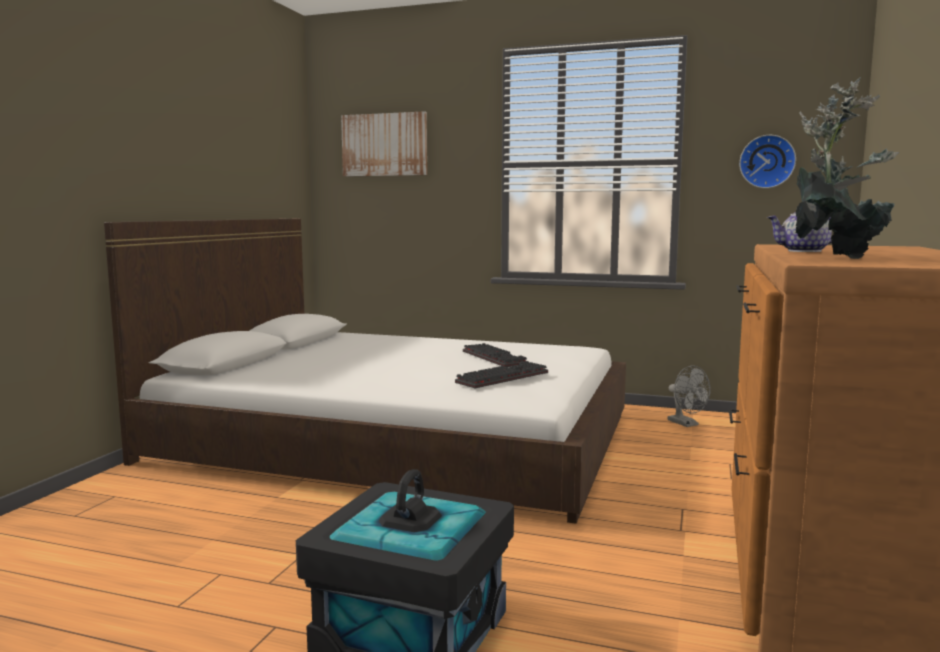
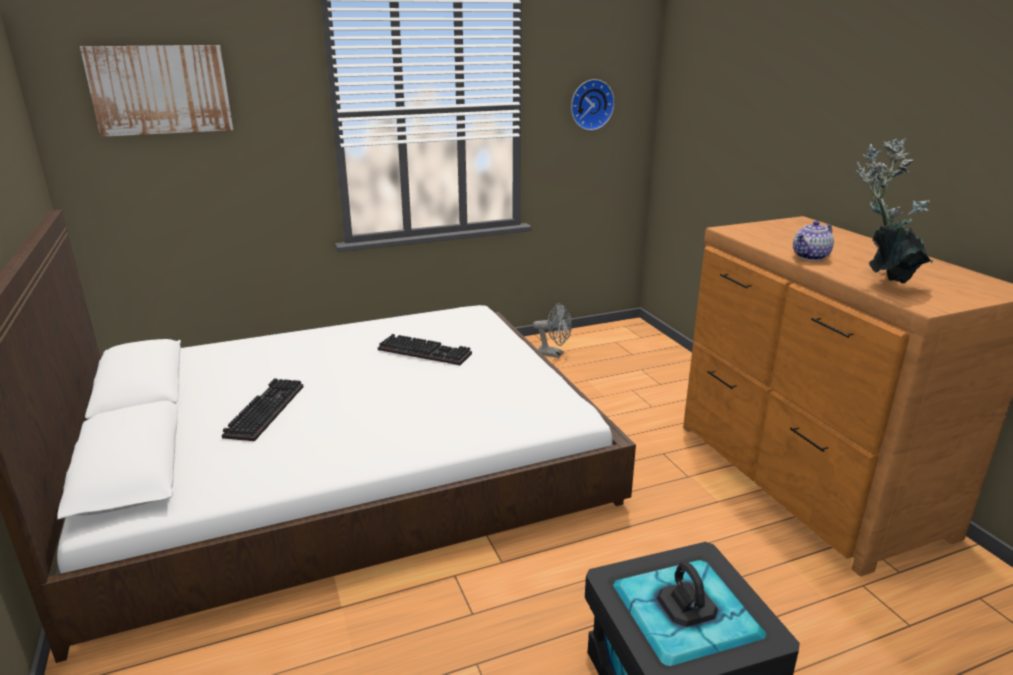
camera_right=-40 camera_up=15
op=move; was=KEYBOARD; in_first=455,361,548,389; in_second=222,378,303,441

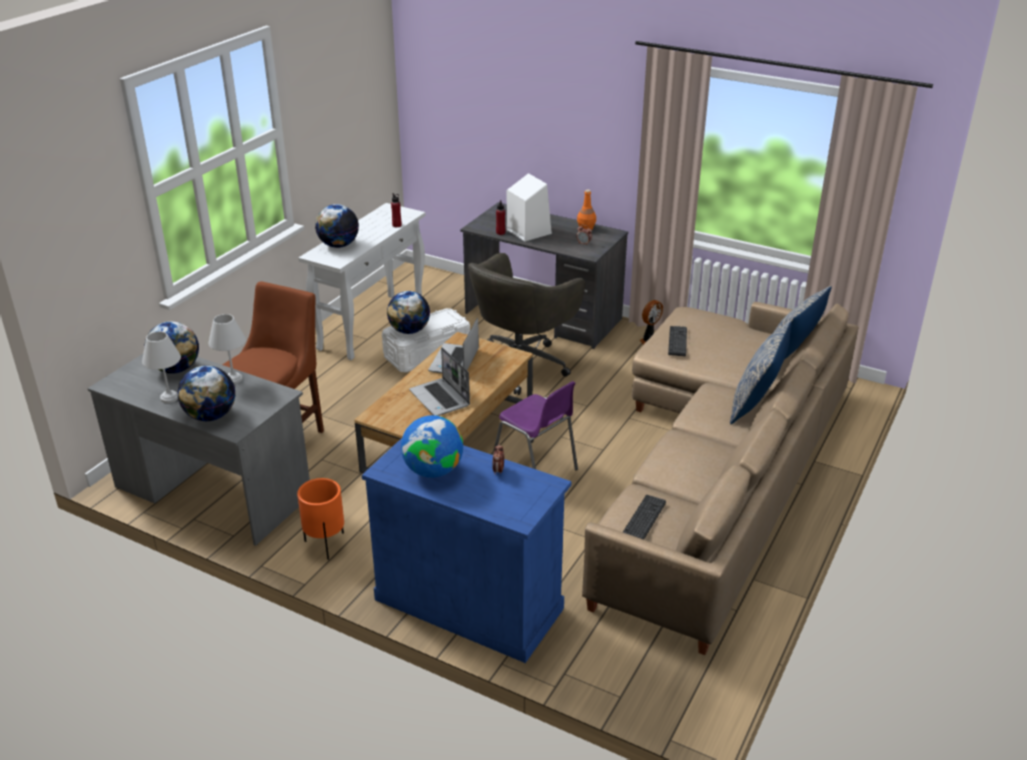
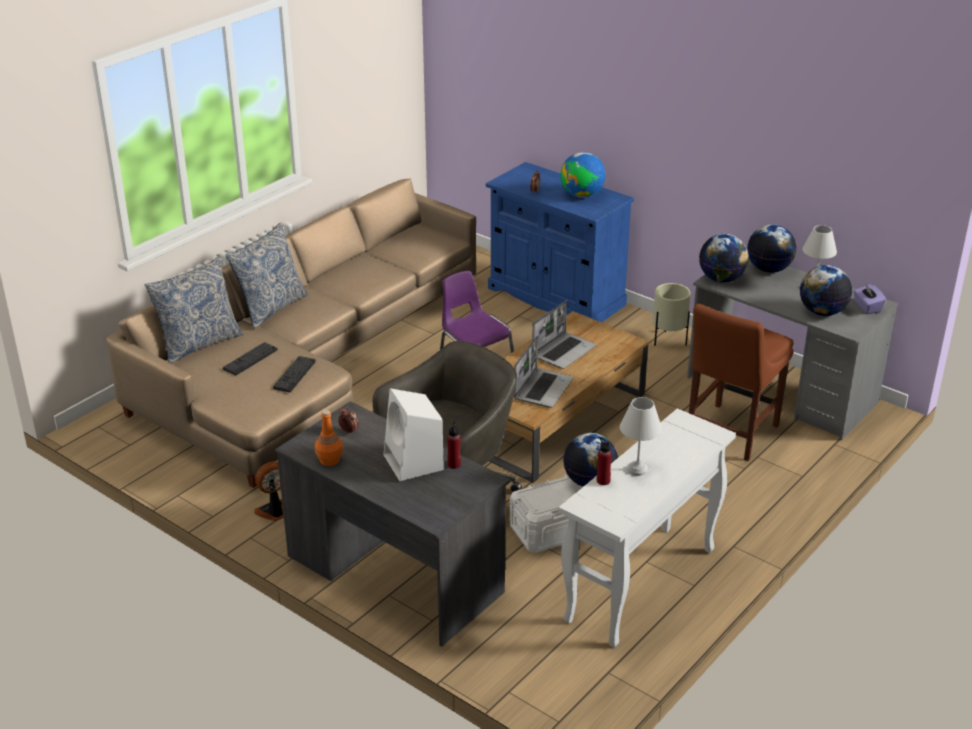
camera_right=-170 camera_up=0
op=move; was=GLOBE; in_first=315,204,359,248; in_second=699,234,749,283
op=move; was=WHITE TABLE LAMP; in_first=208,314,246,384; in_second=620,397,662,476
op=rotate; was=LAPTOP; in_first=409,347,470,416; in_second=532,301,596,369; clockwise=60
op=recolor; was=ORANGE PLANTER; now=BEIGE PLANTER; in_first=297,478,344,560; in_second=653,283,691,346
op=move; was=KEYBOARD; in_first=623,495,666,540; in_second=223,342,278,375
op=insert; now=PURPLE TISSUE BOX; in_second=853,283,886,314

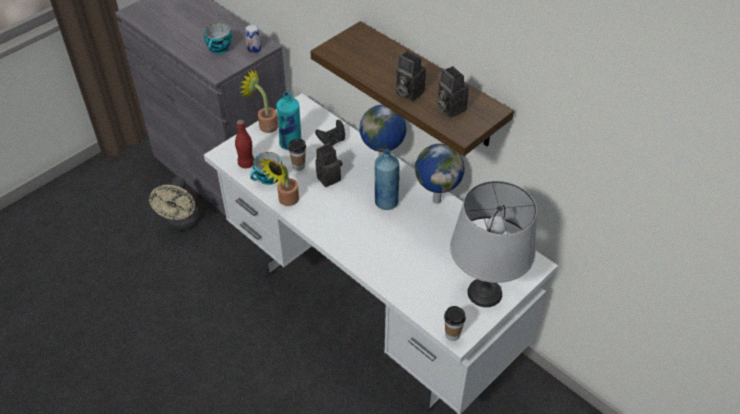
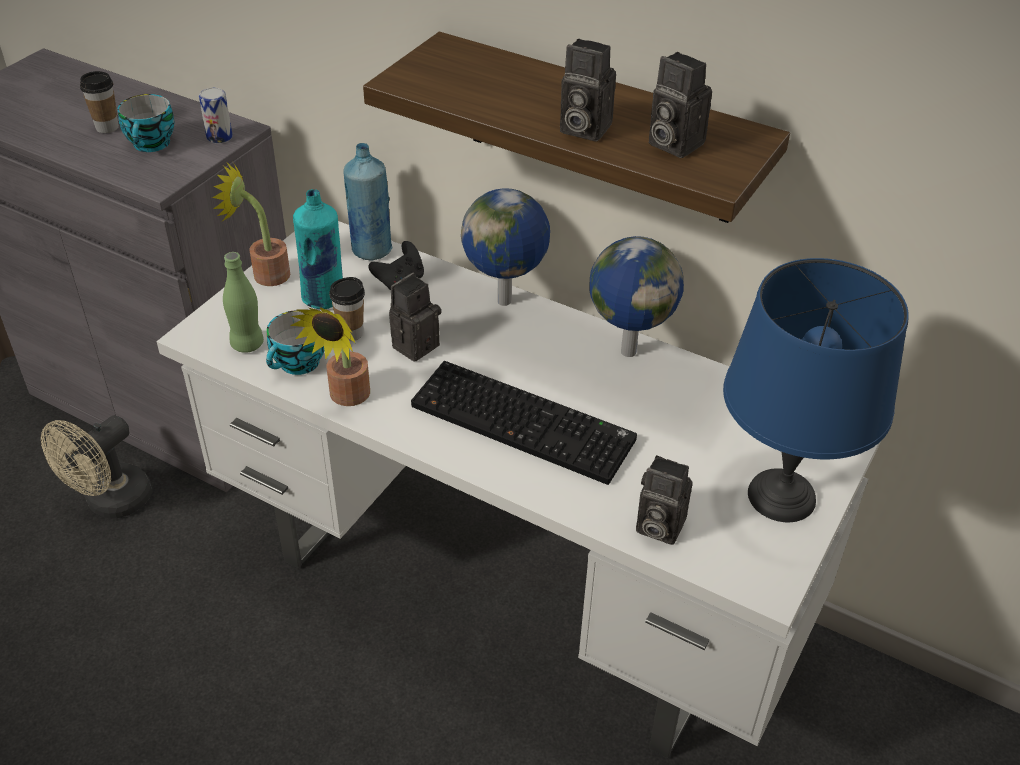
camera_right=-15 camera_up=-5
op=recolor; was=RED BOTTLE; now=GREEN BOTTLE; in_first=235,120,254,168; in_second=223,252,264,353
op=move; was=BLUE BOTTLE; in_first=375,149,400,210; in_second=343,143,393,260
op=rotate; was=BEIGE FAN; in_first=149,177,200,231; in_second=41,415,152,519; clockwise=45
op=recolor; was=GREY TABLE LAMP; now=BLUE TABLE LAMP; in_first=450,181,537,307; in_second=723,258,909,522
op=move; was=CUP; in_first=444,306,466,341; in_second=80,71,119,133
op=insert; now=KEYBOARD; in_second=411,361,637,485
op=insert; now=PHOTO CAMERA; in_second=636,455,693,545

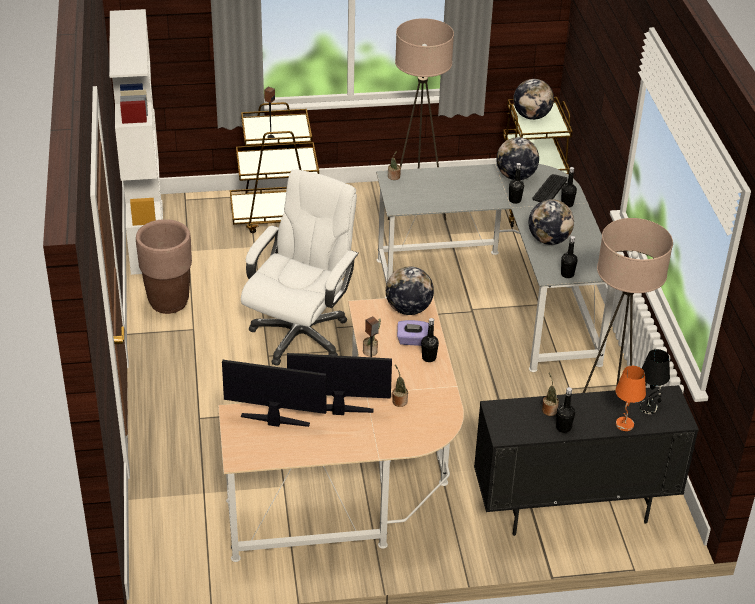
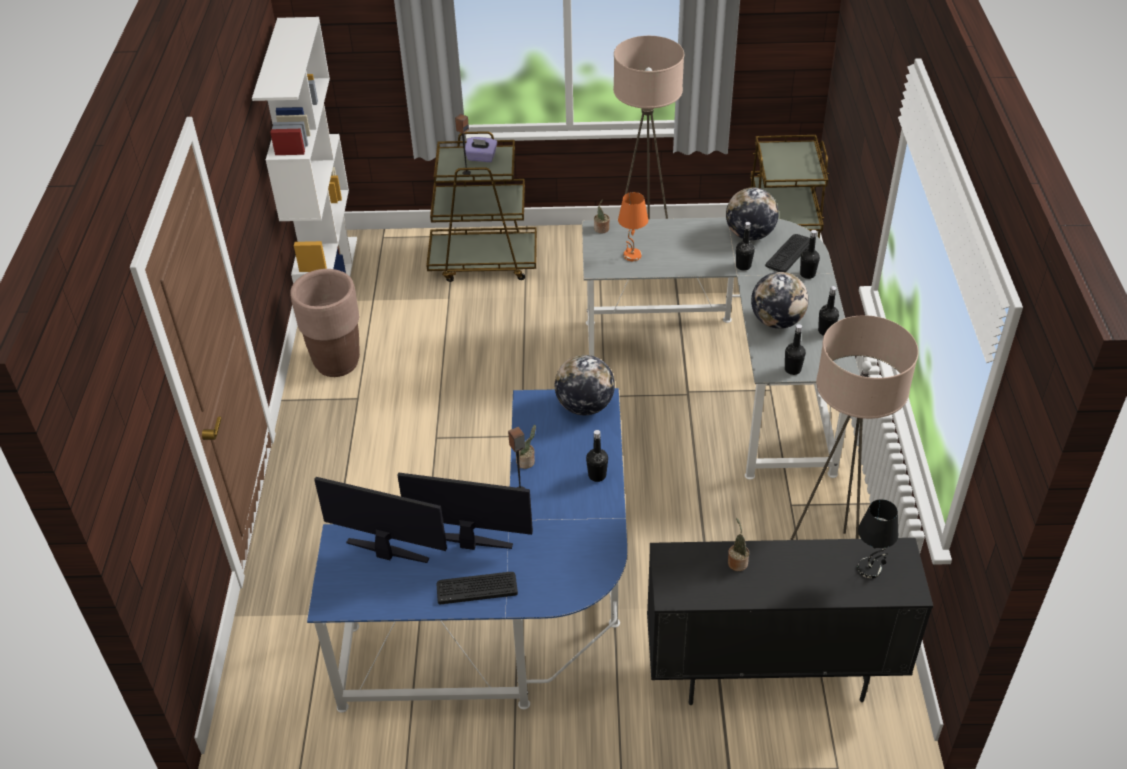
camera_right=10 camera_up=5
op=delete; was=GLOBE; in_first=513,79,554,120
op=delete; was=WHITE OFFICE CHAIR; in_first=241,169,359,366
op=recolor; was=BEIGE DESK; now=BLUE DESK; in_first=218,297,464,562; in_second=307,388,627,713
op=move; was=PURPLE TISSUE BOX; in_first=397,320,429,346; in_second=465,137,497,162
op=delete; was=POTTED PLANT; in_first=392,365,408,407
op=move; was=ORANGE TABLE LAMP; in_first=615,366,646,431; in_second=618,192,648,261
op=move; was=BLACK BOTTLE; in_first=556,387,575,433; in_second=818,286,839,336
op=insert; now=KEYBOARD; in_second=437,572,518,604

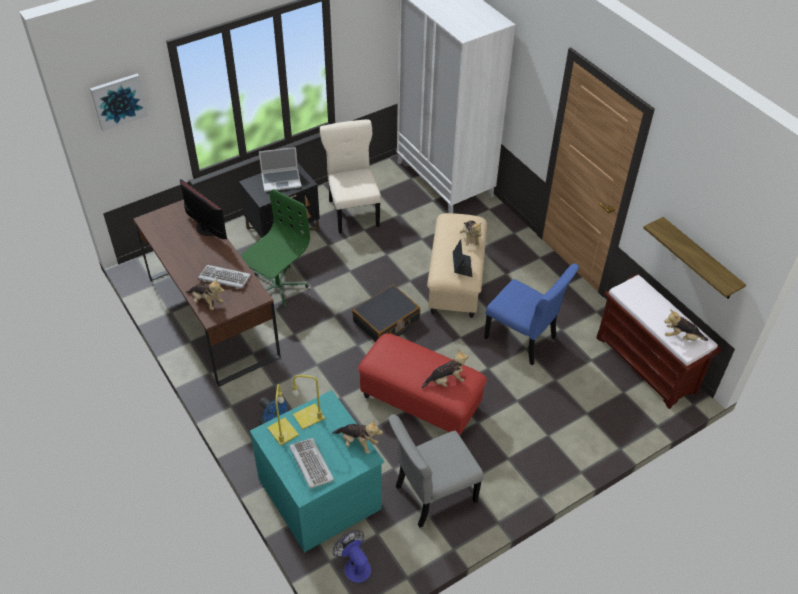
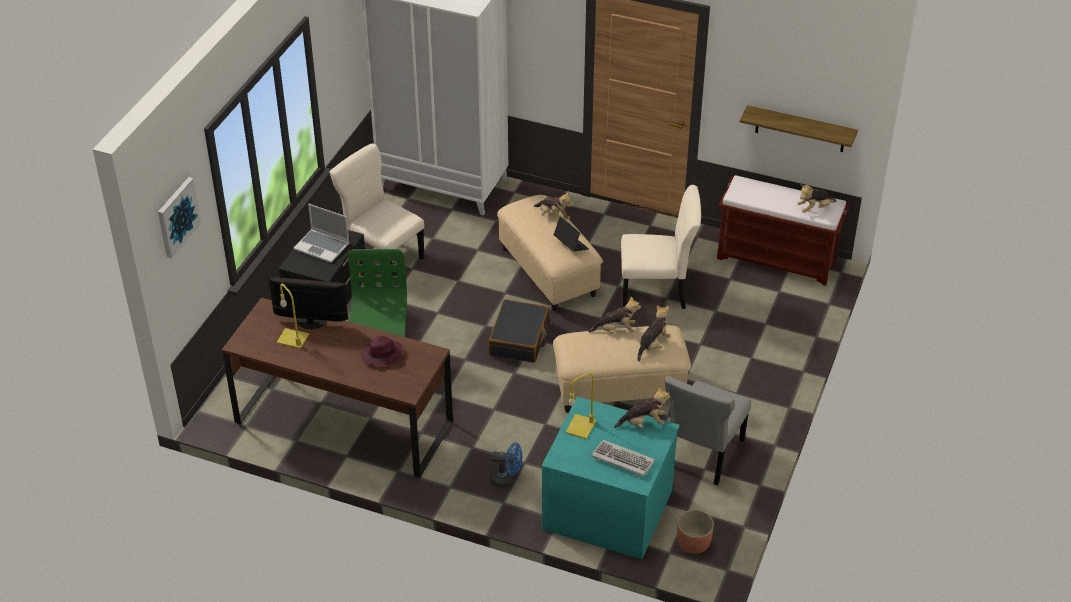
camera_right=-35 camera_up=-5
op=rotate; was=LAPTOP; in_first=259,147,301,192; in_second=293,204,350,263; clockwise=75
op=recolor; was=BLUE CHAIR; now=BEIGE CHAIR; in_first=484,264,579,365; in_second=621,185,701,309
op=replace; was=KEYBOARD; now=PURPLE HAT; in_first=198,265,251,289; in_second=361,336,403,365
op=move; was=PLUSH TOY; in_first=186,278,225,310; in_second=589,296,641,334
op=recolor; was=RED OTTOMAN; now=BEIGE OTTOMAN; in_first=358,333,487,435; in_second=553,325,691,413
op=move; was=YELLOW TABLE LAMP; in_first=267,384,299,445; in_second=277,284,309,349
op=replace; was=FAN; now=PLANTER; in_first=333,530,371,583; in_second=677,510,714,554

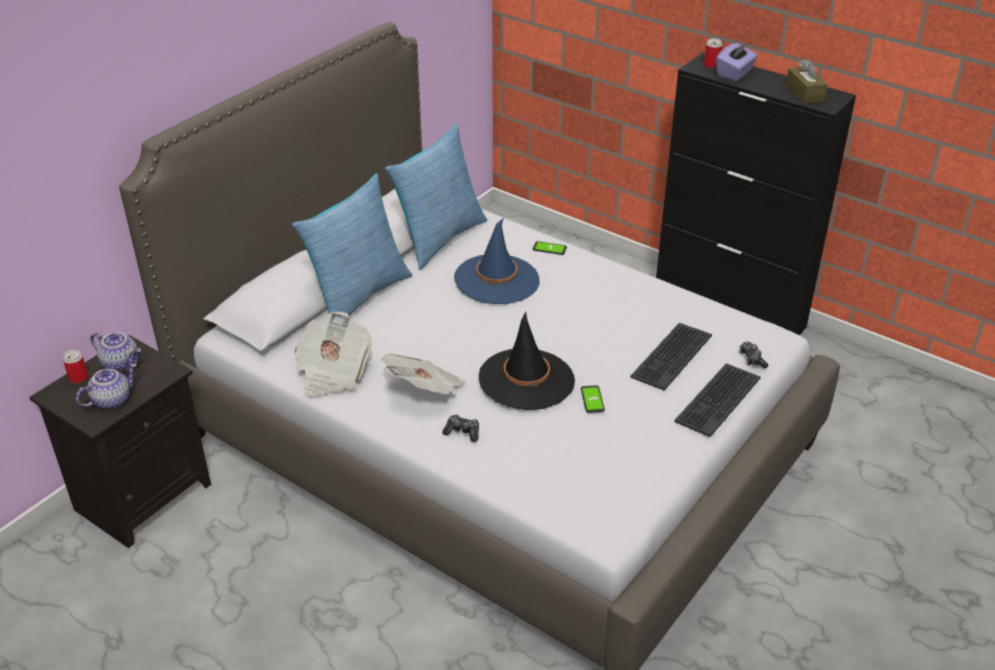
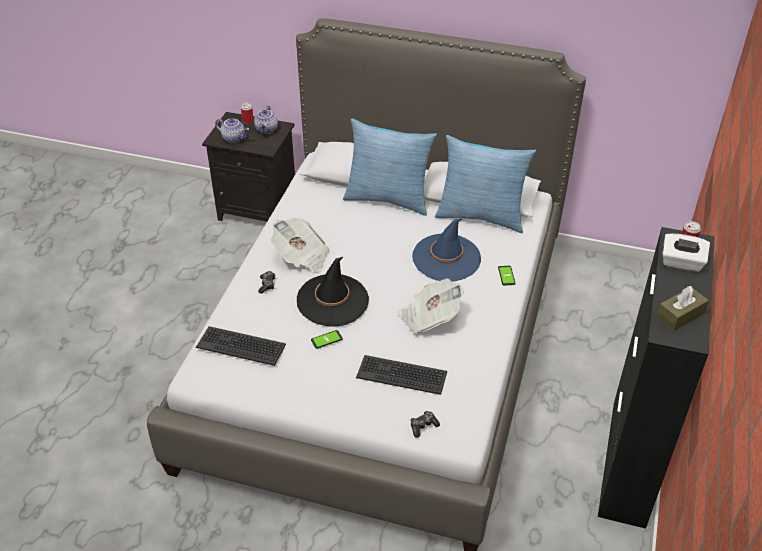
camera_right=70 camera_up=5
op=recolor; was=PURPLE TISSUE BOX; now=WHITE TISSUE BOX; in_first=716,42,758,82; in_second=662,233,710,272
op=move; was=NEWSPAPER; in_first=294,312,372,397; in_second=398,279,464,334
op=move; was=KEYBOARD; in_first=674,363,761,437; in_second=196,326,286,366

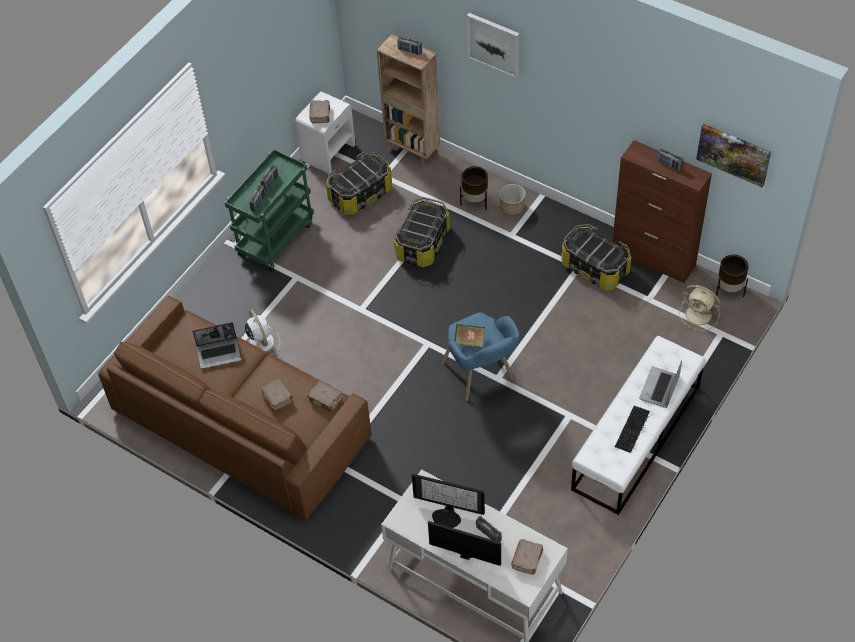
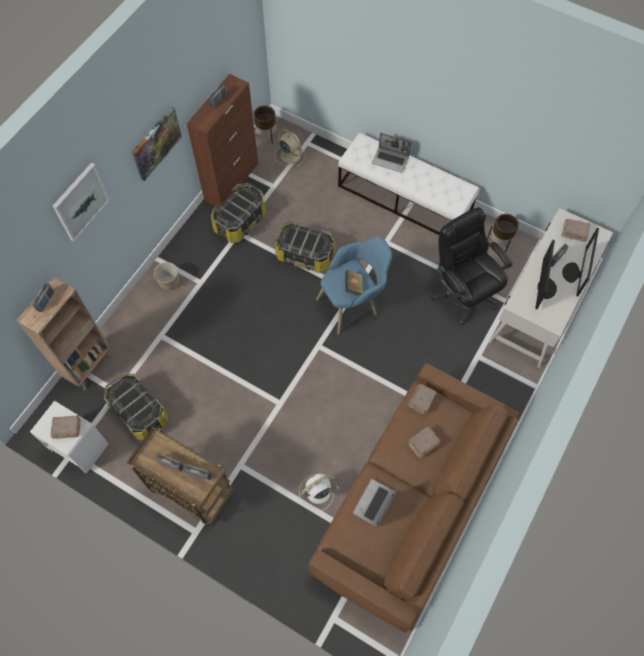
camera_right=-95 camera_up=10
op=move; was=PICTURE; in_first=696,124,771,187; in_second=132,107,182,181
op=recolor; was=GREEN CART; now=BROWN CART; in_first=225,149,314,272; in_second=127,427,233,526
op=move; was=BROWN PLANTER; in_first=460,166,488,210; in_second=487,214,519,253
op=move; was=STORAGE BOX; in_first=394,197,450,268; in_second=274,221,335,273
op=rotate; was=BEIGE FAN; in_first=679,285,721,331; in_second=274,129,306,167; clockwise=-75
op=rotate; was=LAPTOP; in_first=192,322,241,369; in_second=353,479,398,528; clockwise=-135
op=delete; was=KEYBOARD; in_first=615,406,650,453
op=insert; now=BLACK OFFICE CHAIR; in_second=431,207,512,325

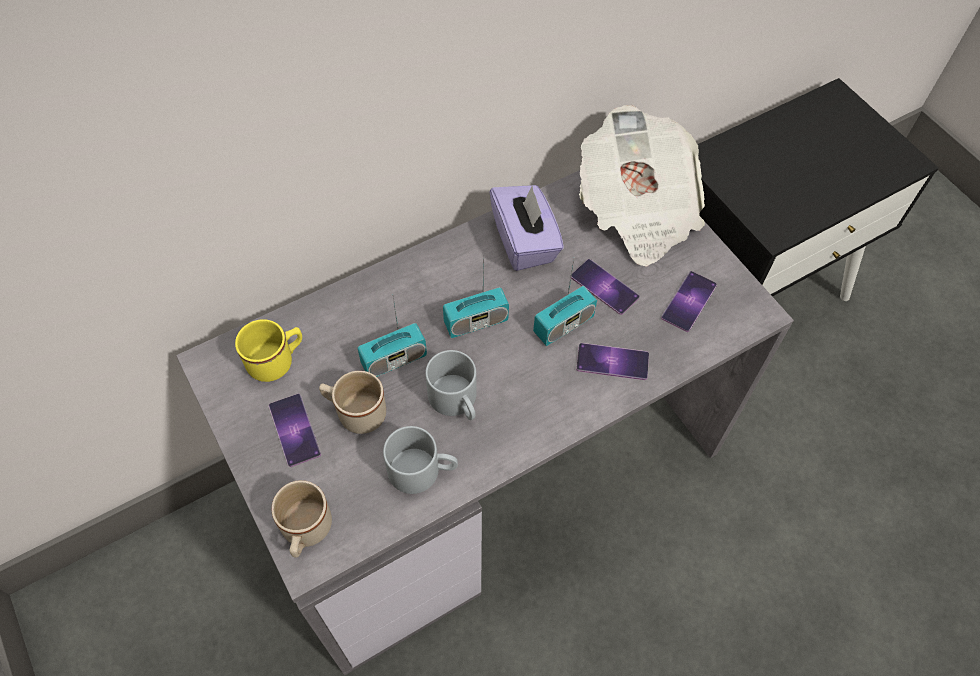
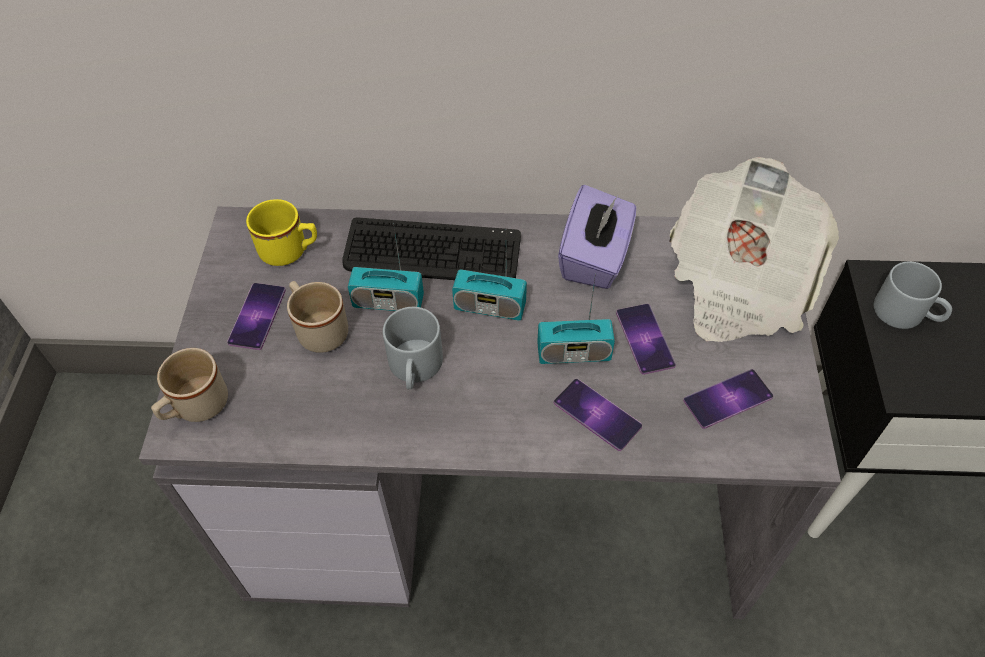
camera_right=35 camera_up=-5
op=move; was=GREY MUG; in_first=383,426,458,494; in_second=874,262,952,329
op=insert; now=KEYBOARD; in_second=343,217,521,280

